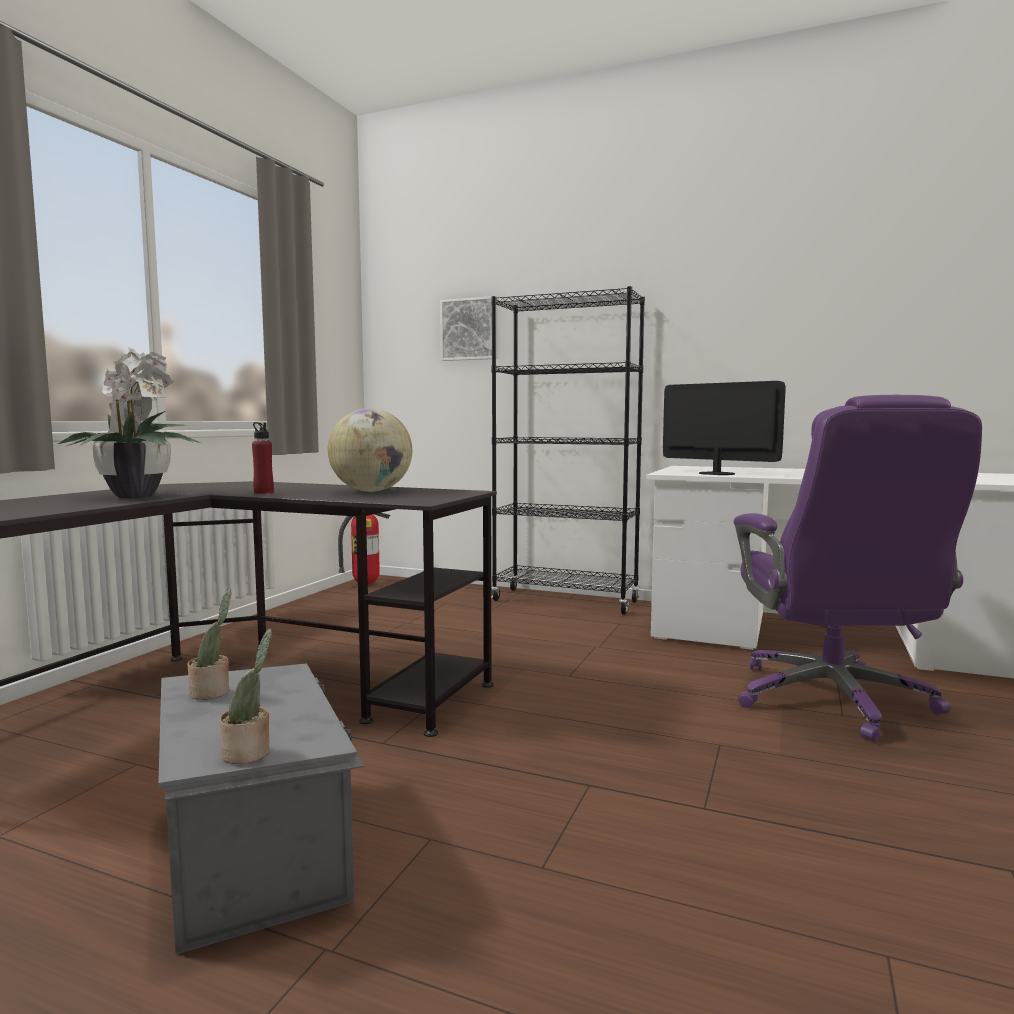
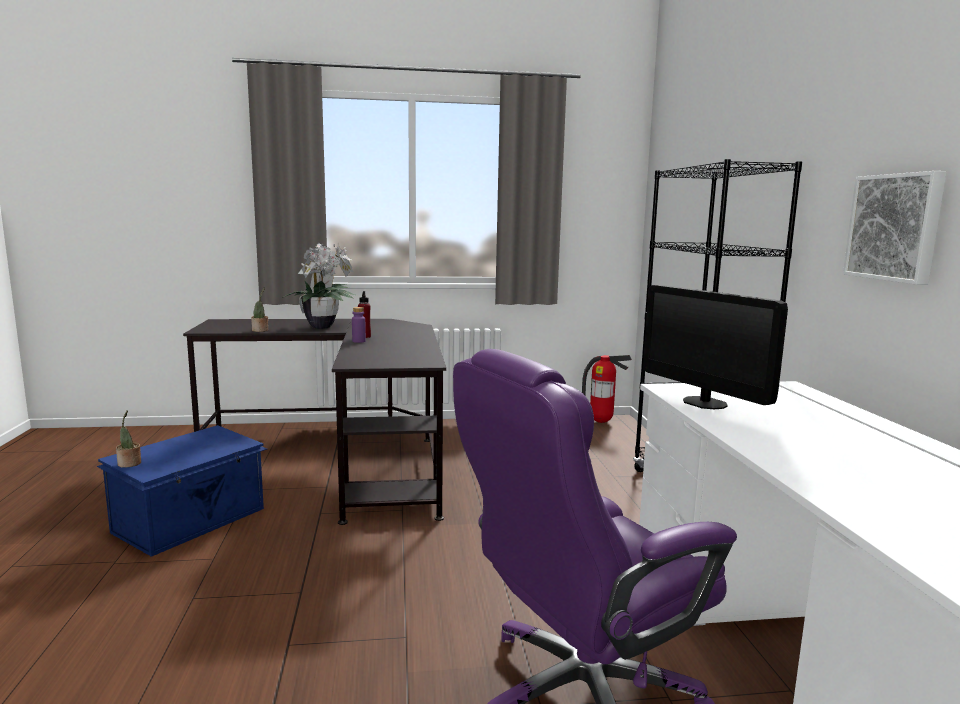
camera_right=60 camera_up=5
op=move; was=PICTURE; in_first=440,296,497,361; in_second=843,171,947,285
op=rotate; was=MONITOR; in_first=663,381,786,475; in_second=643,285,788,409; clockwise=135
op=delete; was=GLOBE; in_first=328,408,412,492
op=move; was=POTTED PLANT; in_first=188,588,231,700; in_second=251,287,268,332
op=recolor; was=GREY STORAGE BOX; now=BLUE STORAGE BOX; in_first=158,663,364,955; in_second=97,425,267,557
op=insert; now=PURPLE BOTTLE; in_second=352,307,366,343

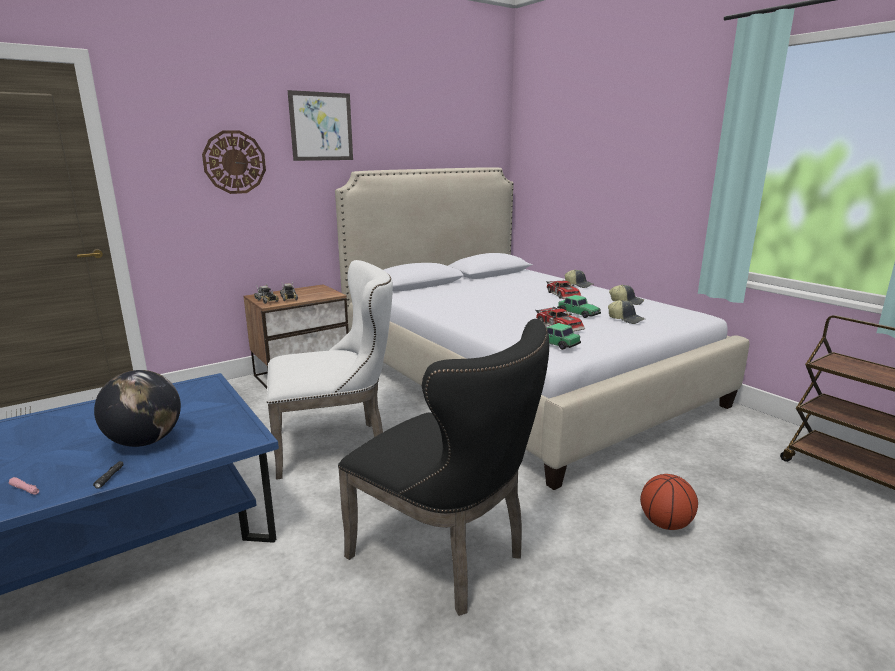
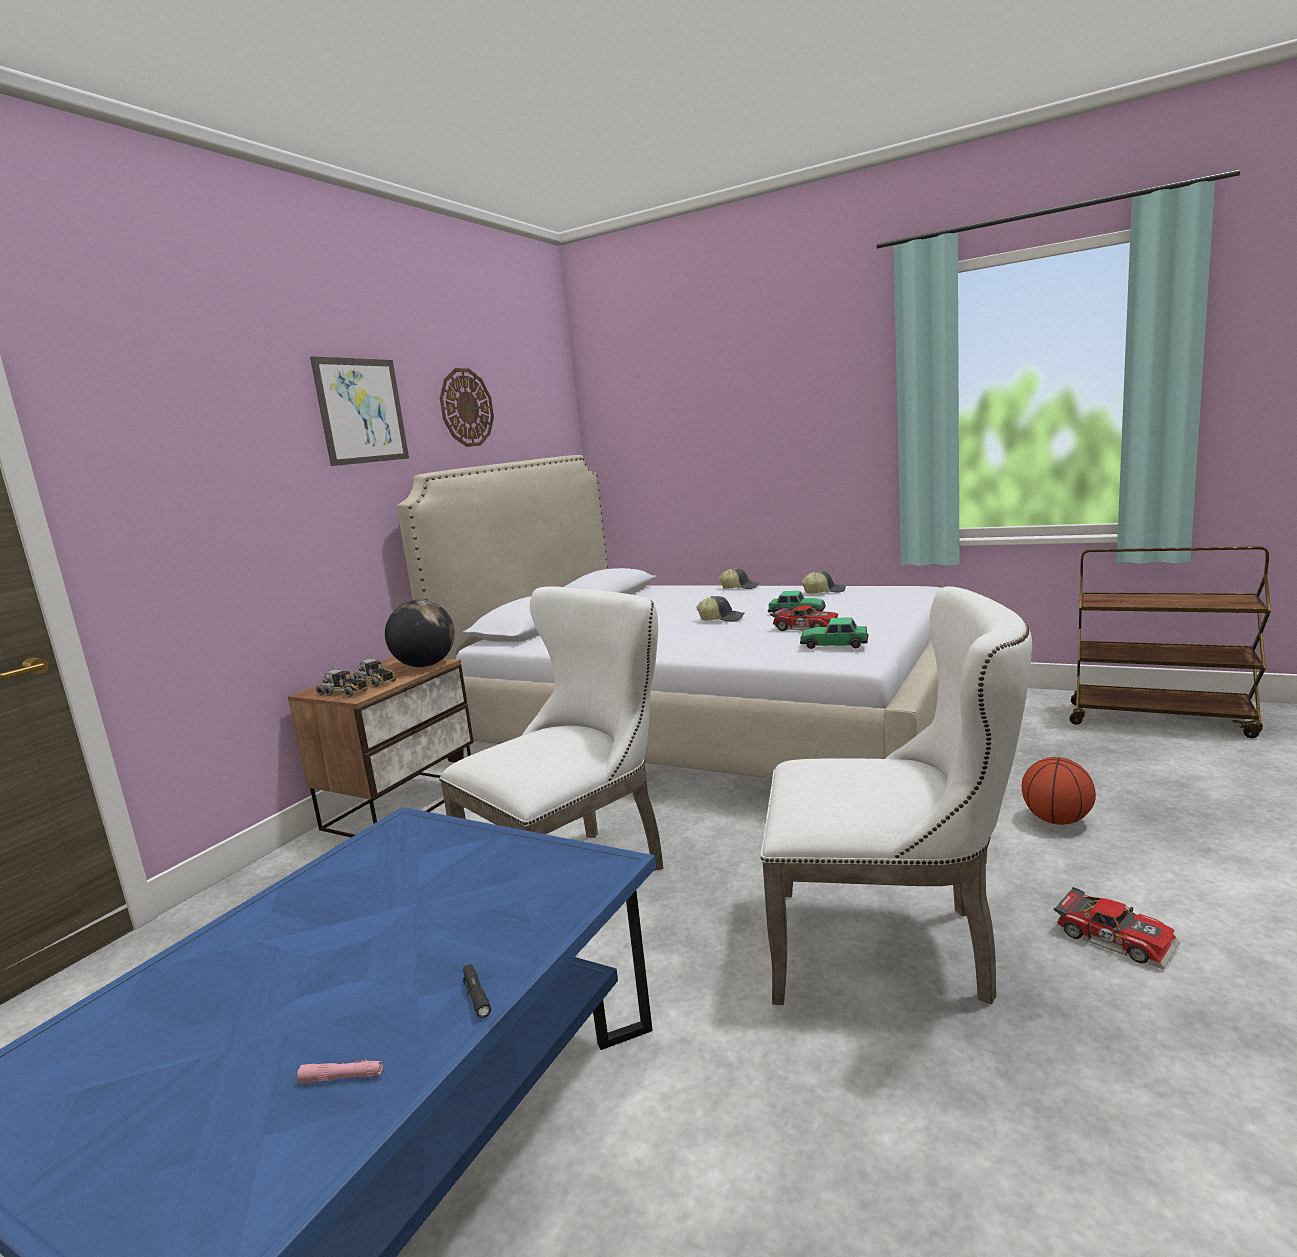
camera_right=-25 camera_up=-5
op=move; was=WALL CLOCK; in_first=202,130,266,194; in_second=440,368,494,447
op=move; was=TOY CAR; in_first=546,280,581,299; in_second=1054,887,1180,969
op=move; was=CAP; in_first=608,300,645,324; in_second=696,596,745,622
op=recolor; was=BLACK CHAIR; now=WHITE CHAIR; in_first=338,319,549,616; in_second=761,586,1032,1005
op=move; was=GLOBE; in_first=94,370,181,447; in_second=385,600,455,667

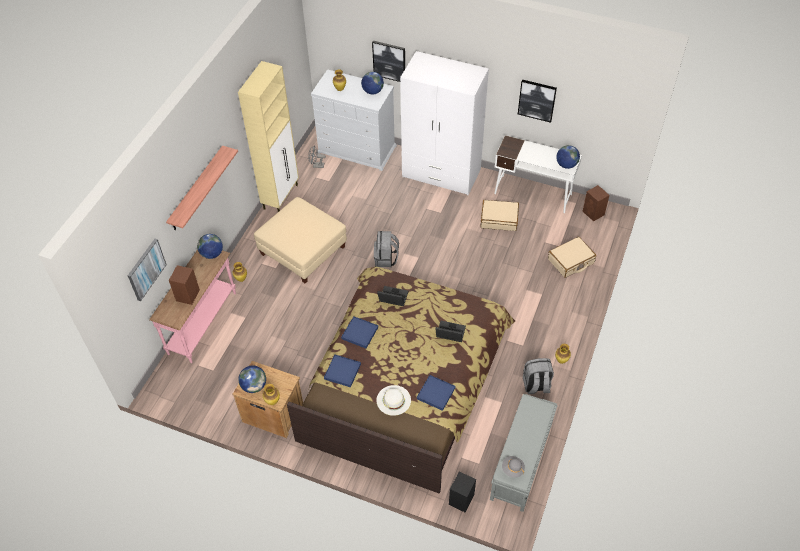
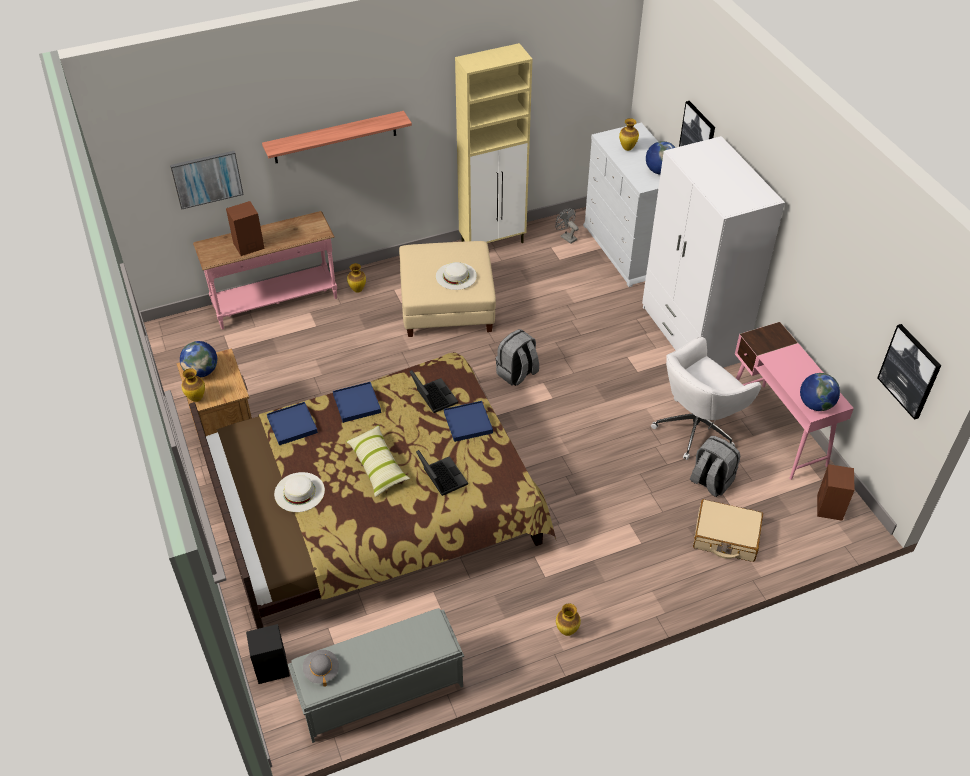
camera_right=45 camera_up=-5
op=move; was=PICTURE; in_first=518,80,557,123; in_second=877,324,941,420
op=recolor; was=WHITE DESK; now=PINK DESK; in_first=494,135,582,213; in_second=735,322,854,480
op=replace; was=BEIGE SUITCASE; now=WHITE OFFICE CHAIR; in_first=480,200,519,231; in_second=651,336,761,460
op=delete; was=GLOBE; in_first=197,234,223,259
op=move; was=GREY BACKPACK; in_first=523,358,554,394; in_second=690,436,740,497
op=move; was=BLUE TRAY; in_first=417,375,455,411; in_second=444,401,493,442
op=insert; now=WHITE HAT; in_second=436,262,477,290
op=insert; now=PILLOW; in_second=346,425,410,497

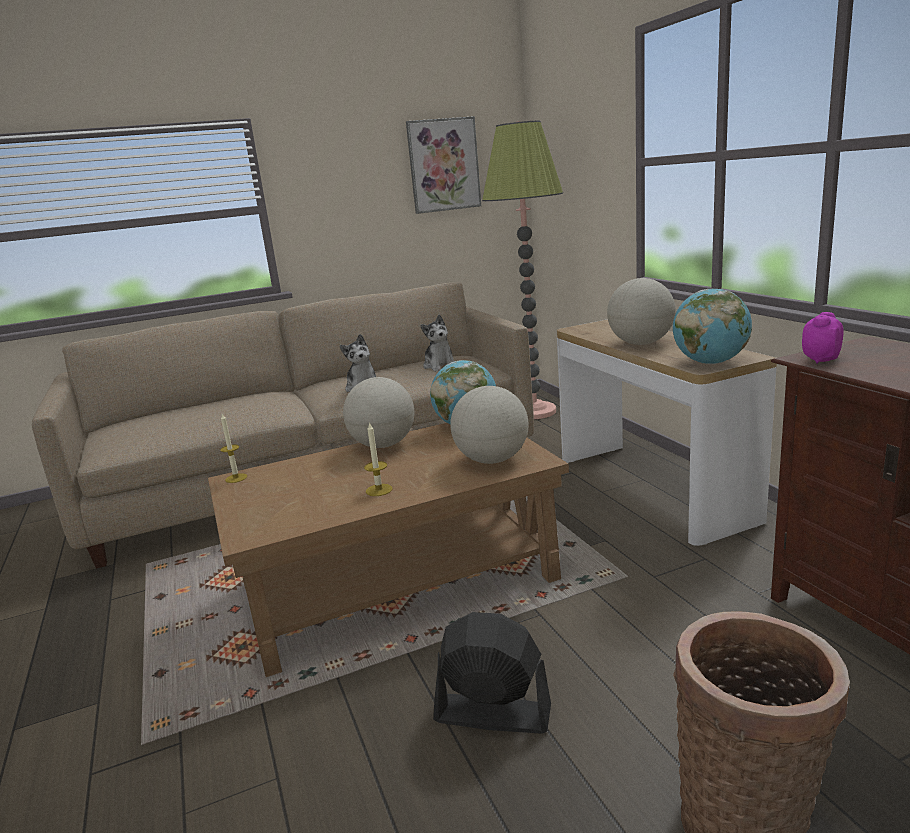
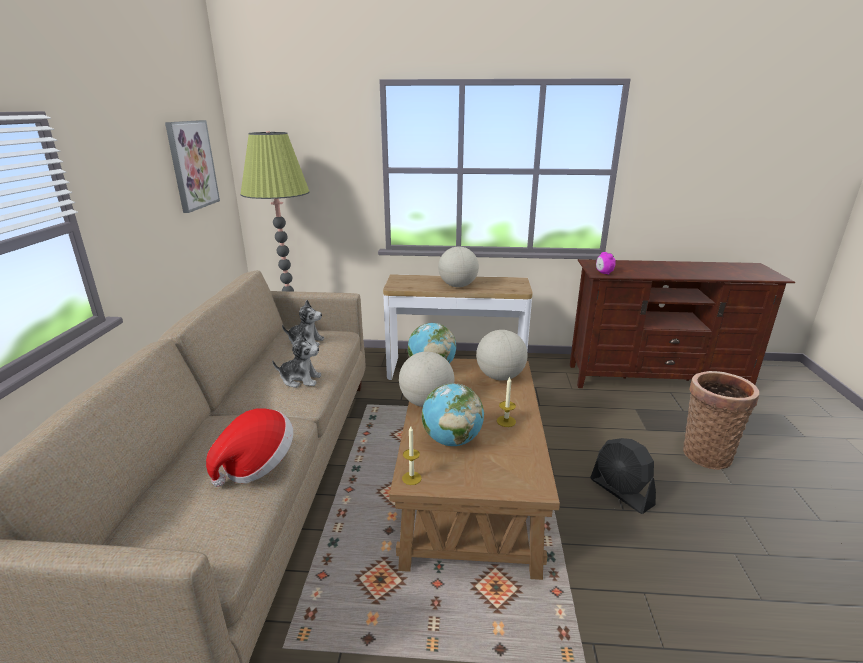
camera_right=-65 camera_up=5
op=move; was=GLOBE; in_first=673,289,752,364; in_second=422,383,484,446
op=rotate; was=BLACK FAN; in_first=433,612,551,734; in_second=590,438,656,514; clockwise=-75
op=insert; now=HAT; in_second=206,408,293,487

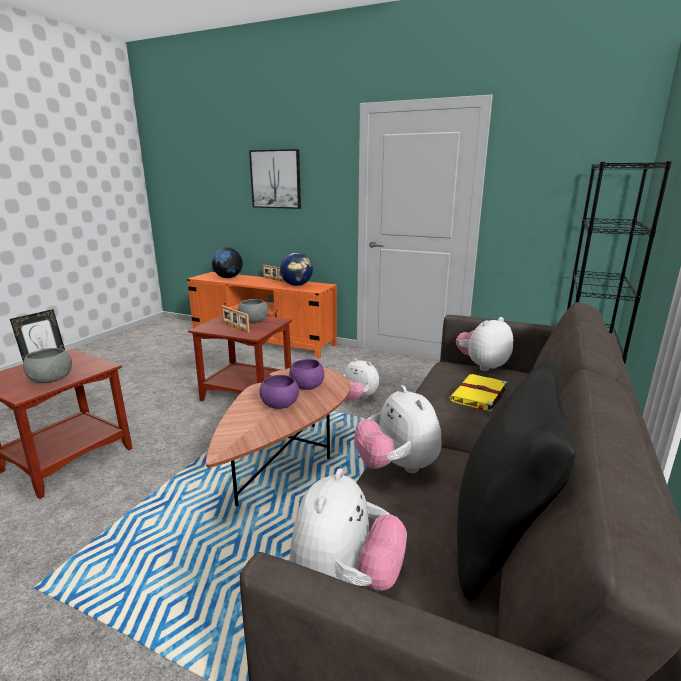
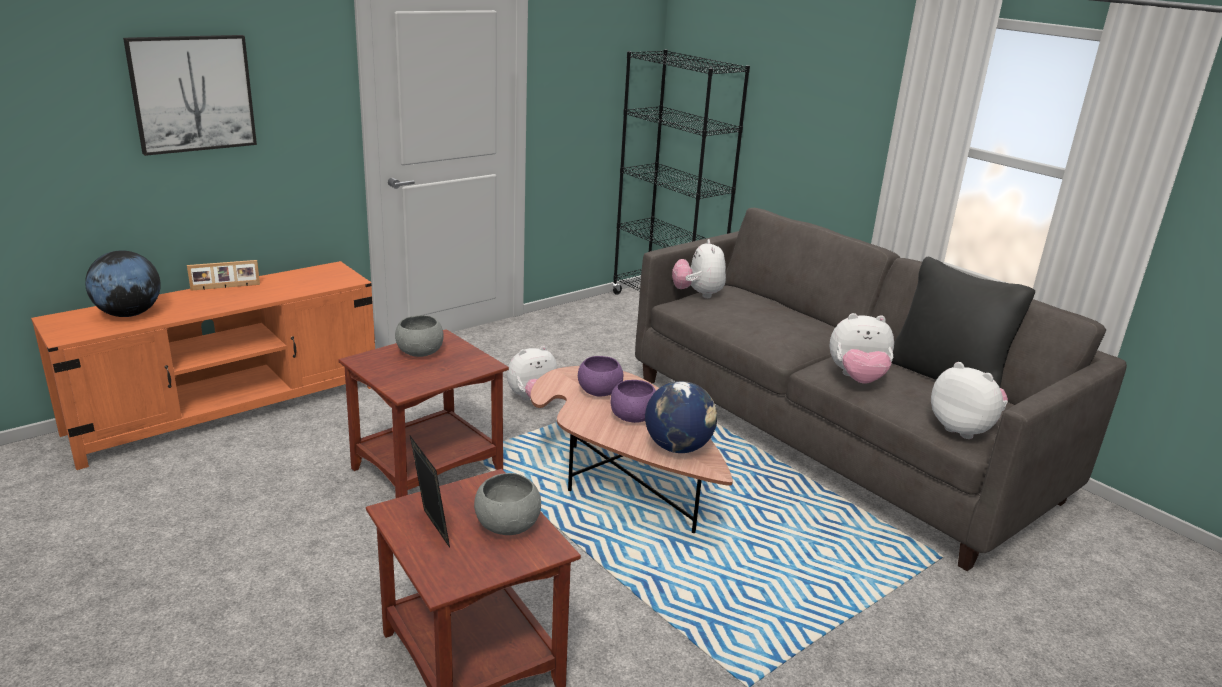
camera_right=-65 camera_up=5
op=move; was=GLOBE; in_first=280,253,313,286; in_second=645,381,717,453
op=delete; was=PICTURE FRAME; in_first=221,306,250,333
op=delete; was=YELLOW BOOK; in_first=450,374,507,413

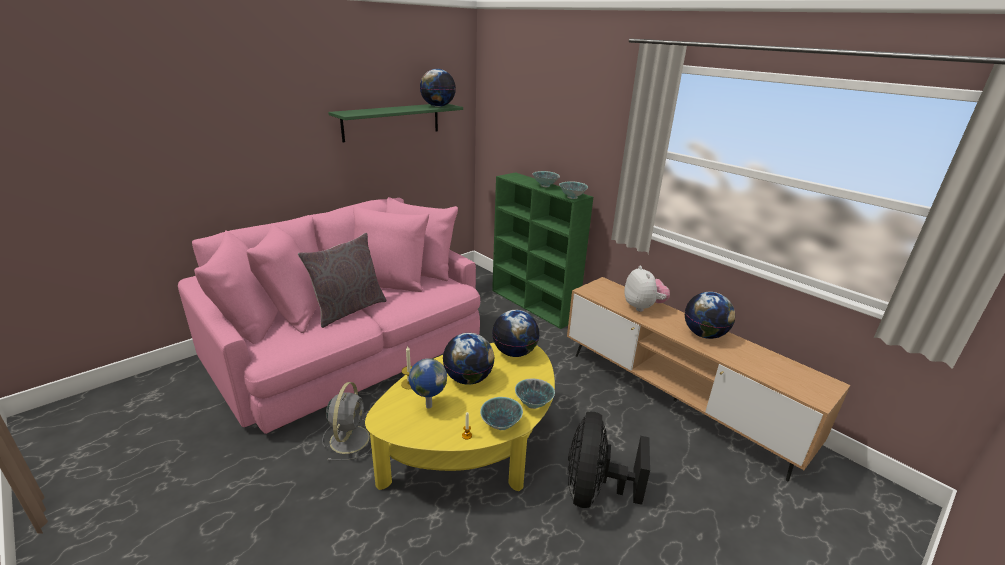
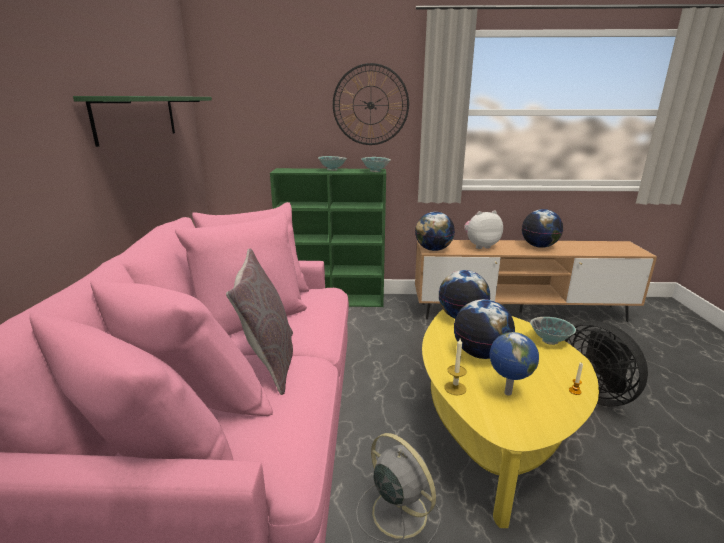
camera_right=-45 camera_up=-5
op=move; was=GLOBE; in_first=420,69,456,107; in_second=415,212,455,251
op=rotate; was=PLUSH TOY; in_first=625,265,670,312; in_second=464,210,503,249; clockwise=-45
op=delete; was=BOWL; in_first=480,397,523,430
op=insert; now=WALL CLOCK; in_second=333,63,409,145

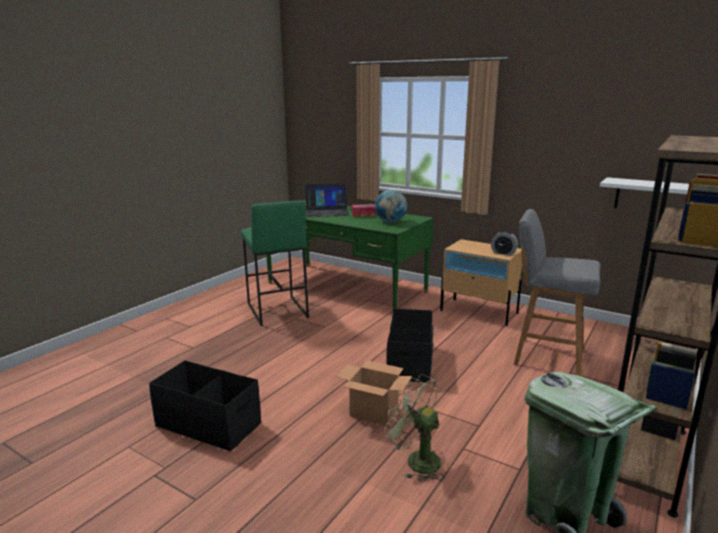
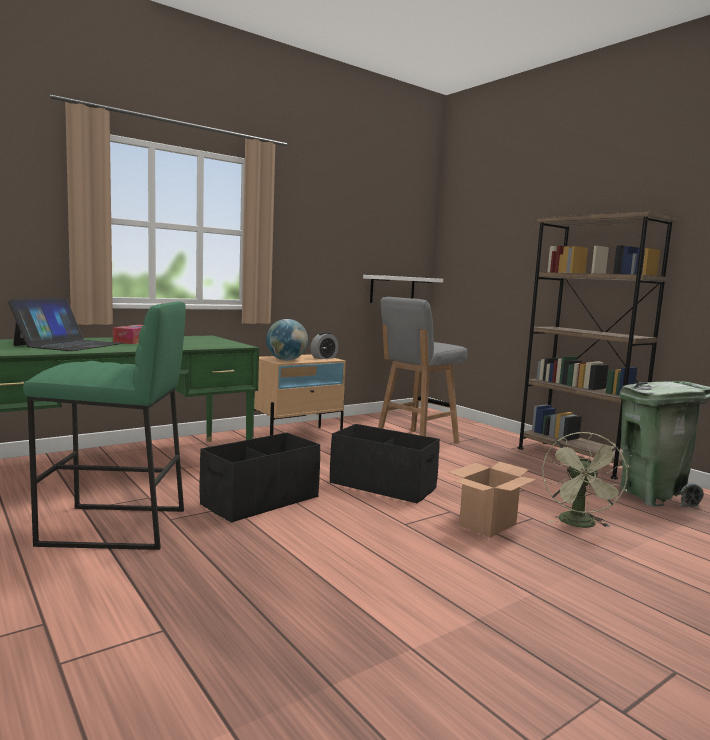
camera_right=-70 camera_up=-10
op=move; was=GLOBE; in_first=375,190,407,222; in_second=266,319,308,361
op=move; was=BLACK STORAGE BOX; in_first=149,360,261,452; in_second=200,432,320,523
op=rotate; was=GREEN FAN; in_first=384,374,445,483; in_second=542,432,629,528; clockwise=-45

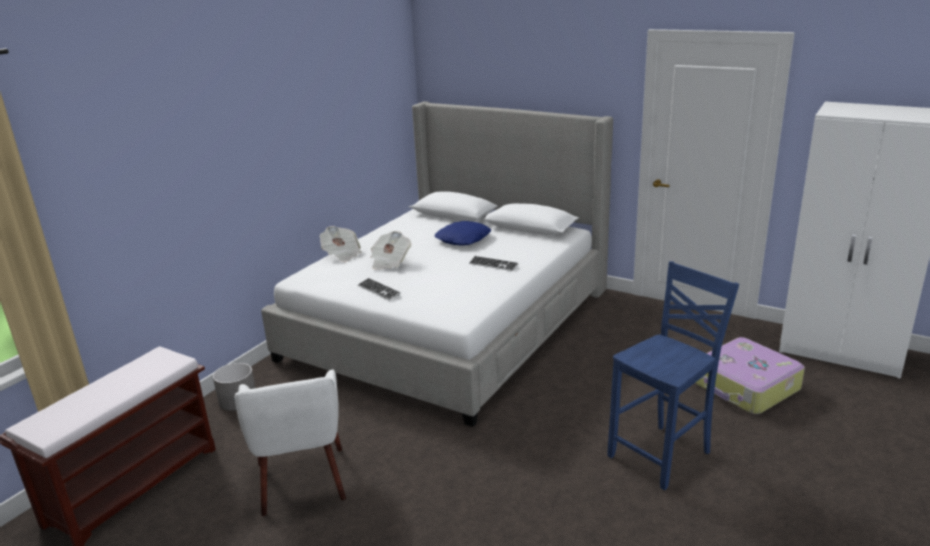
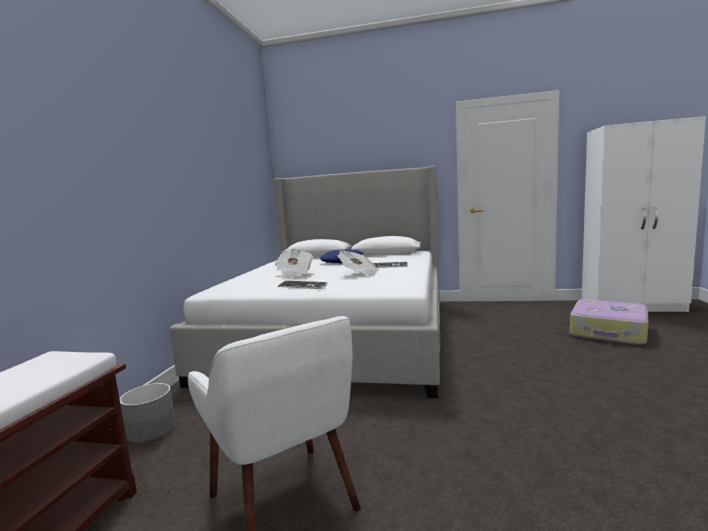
camera_right=-20 camera_up=-15
op=move; was=NEWSPAPER; in_first=319,226,362,262; in_second=337,250,379,276
op=delete; was=BLUE CHAIR; in_first=607,261,739,491

